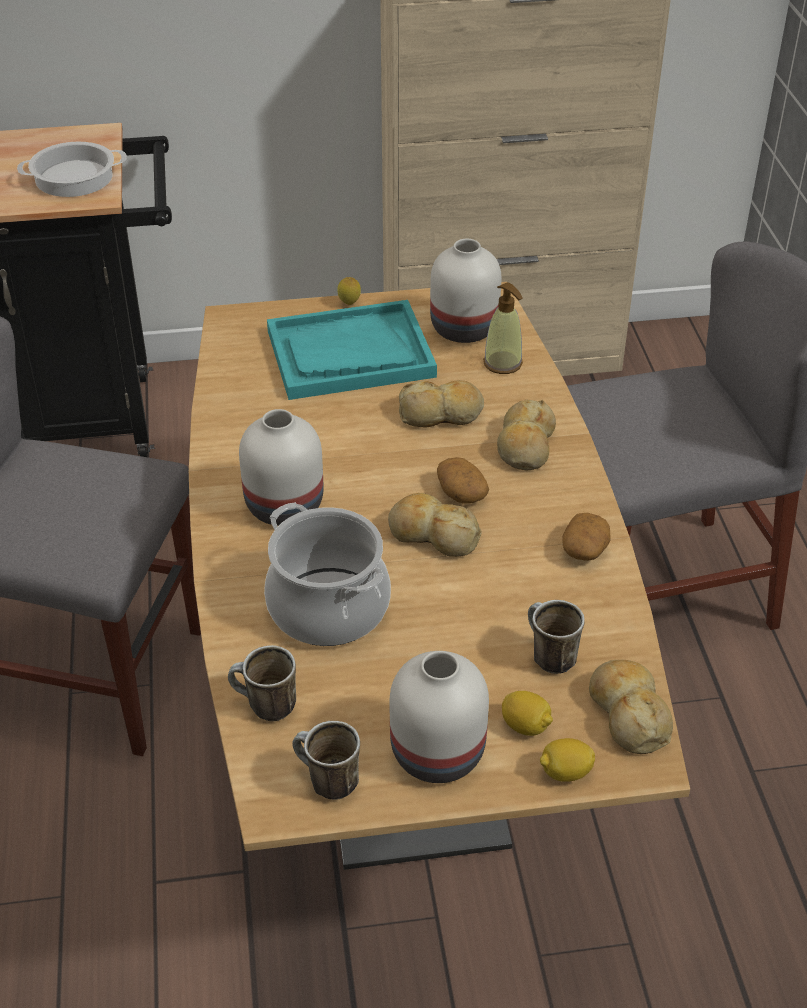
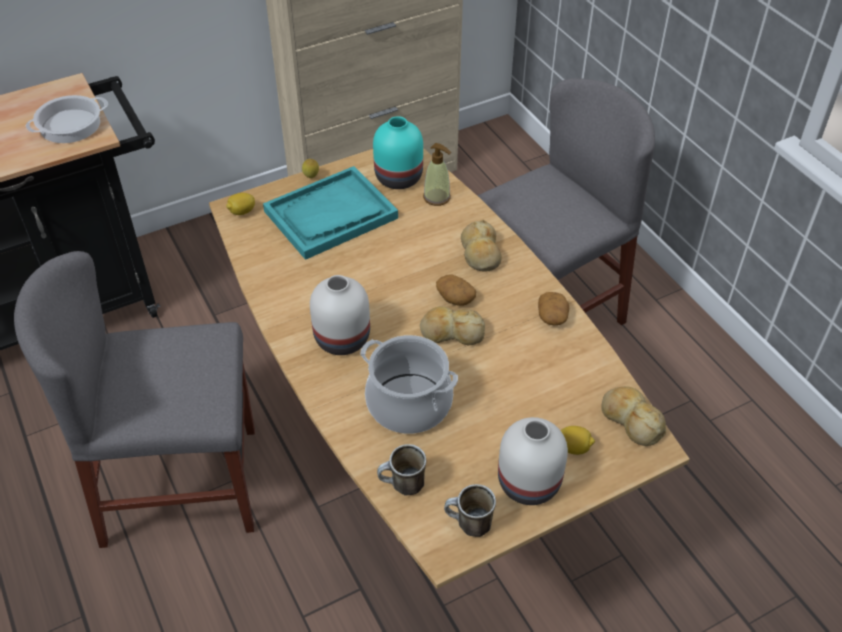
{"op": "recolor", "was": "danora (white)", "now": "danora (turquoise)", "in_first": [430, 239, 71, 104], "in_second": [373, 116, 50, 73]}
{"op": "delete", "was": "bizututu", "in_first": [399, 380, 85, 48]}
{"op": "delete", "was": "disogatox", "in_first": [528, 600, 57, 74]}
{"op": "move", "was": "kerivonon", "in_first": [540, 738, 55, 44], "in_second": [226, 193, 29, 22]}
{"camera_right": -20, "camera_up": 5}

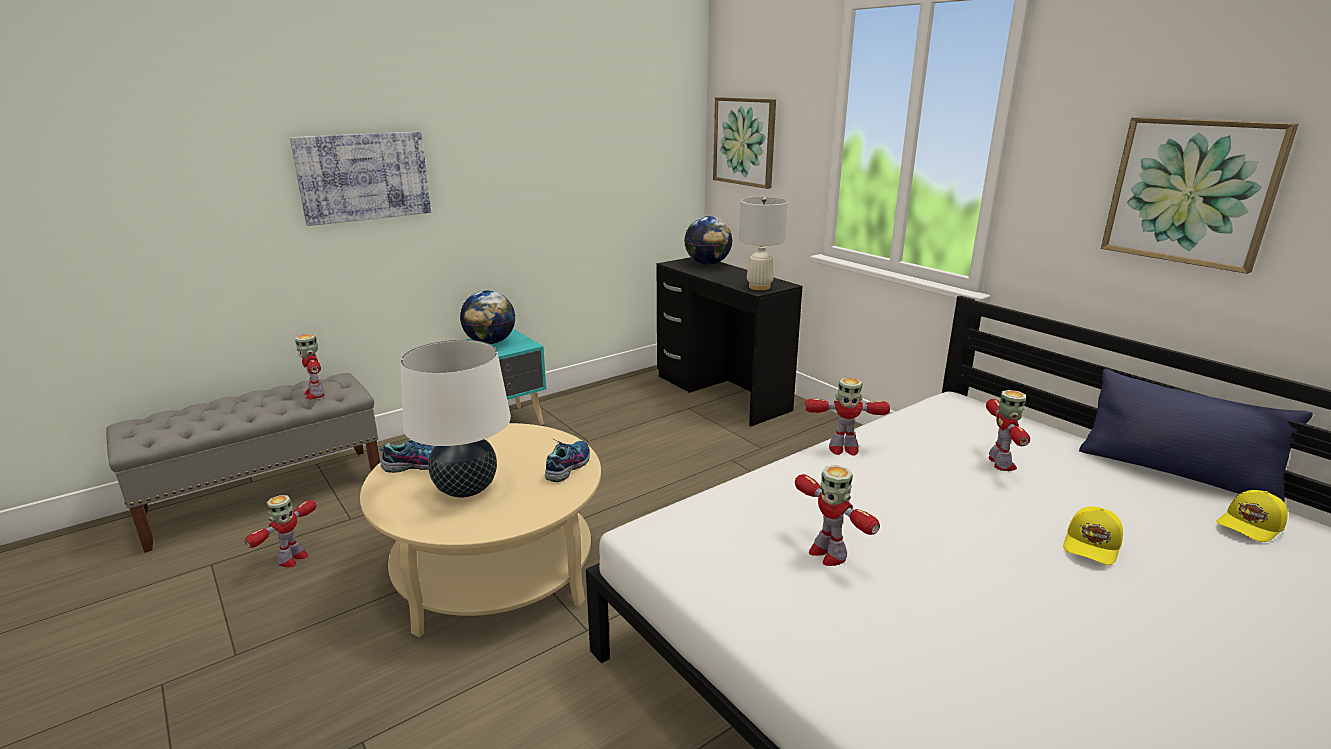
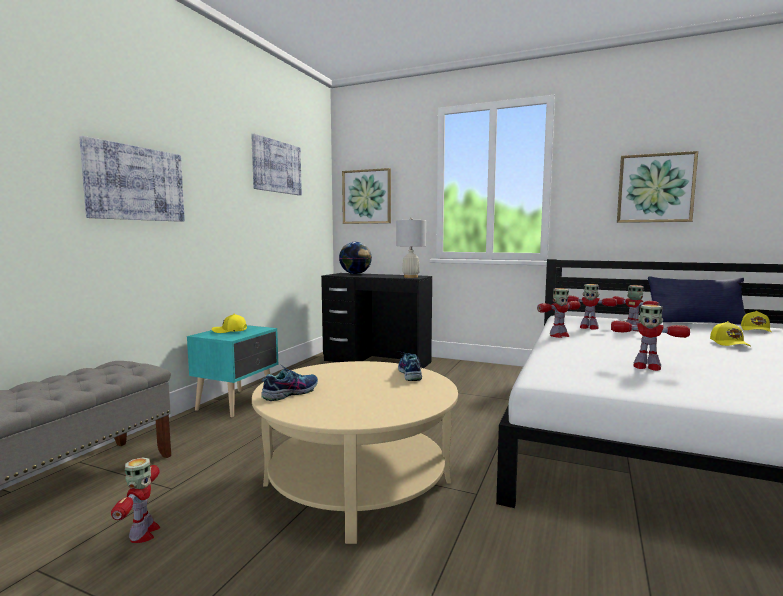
{"op": "replace", "was": "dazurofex", "now": "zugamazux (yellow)", "in_first": [460, 291, 55, 53], "in_second": [212, 314, 35, 19]}
{"op": "move", "was": "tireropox", "in_first": [295, 334, 29, 65], "in_second": [567, 284, 50, 46]}
{"op": "delete", "was": "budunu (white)", "in_first": [401, 340, 110, 157]}
{"op": "insert", "now": "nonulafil", "in_second": [251, 134, 51, 61]}
{"camera_right": -30, "camera_up": -15}

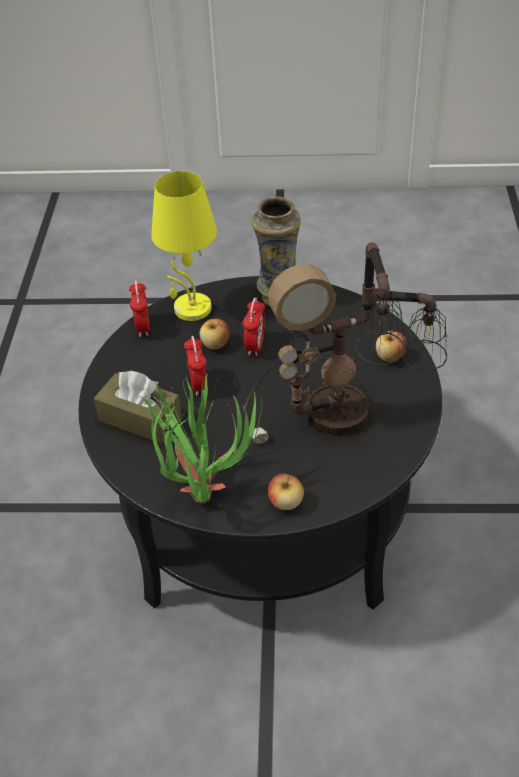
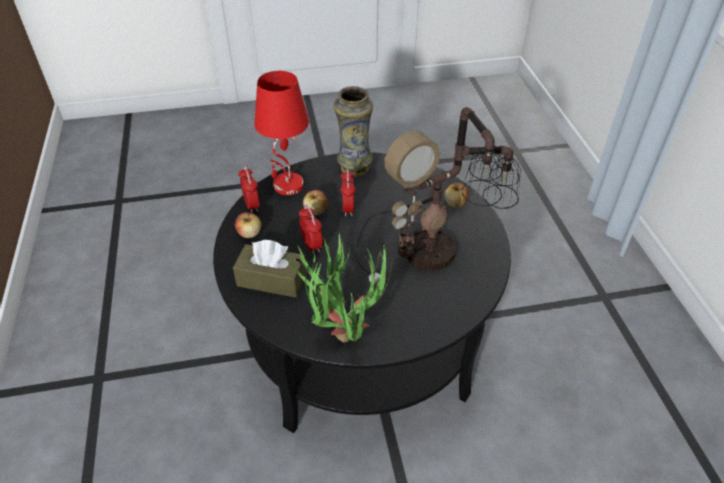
{"op": "recolor", "was": "budunu (yellow)", "now": "budunu (red)", "in_first": [151, 171, 66, 150], "in_second": [254, 71, 55, 124]}
{"op": "move", "was": "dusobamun", "in_first": [268, 473, 36, 37], "in_second": [235, 212, 26, 26]}
{"camera_right": -15, "camera_up": 0}

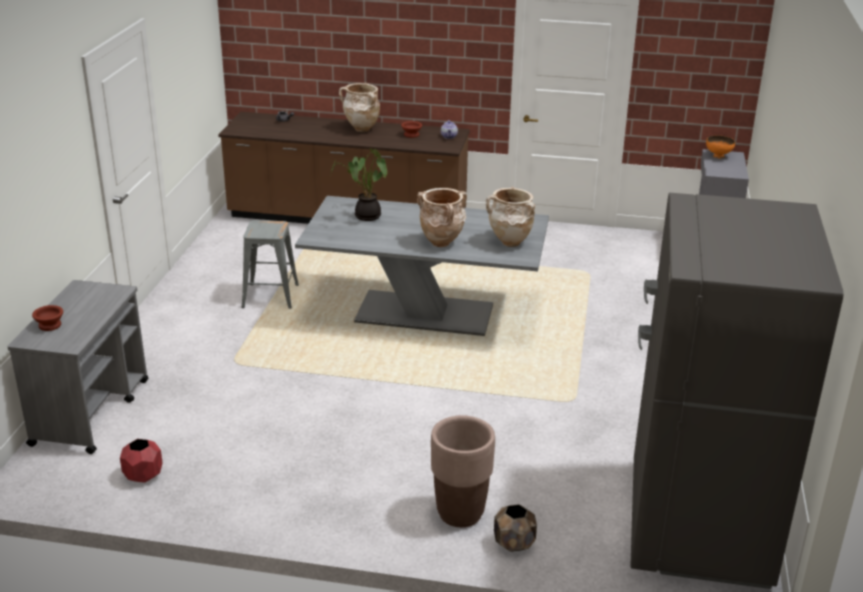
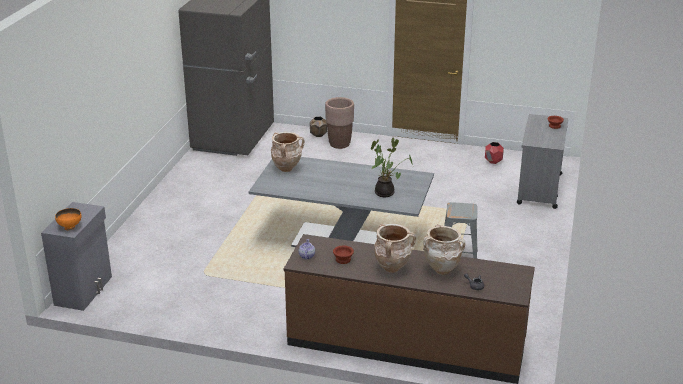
{"op": "move", "was": "danora (beige)", "in_first": [417, 188, 50, 59], "in_second": [423, 224, 42, 51]}
{"camera_right": -175, "camera_up": 0}

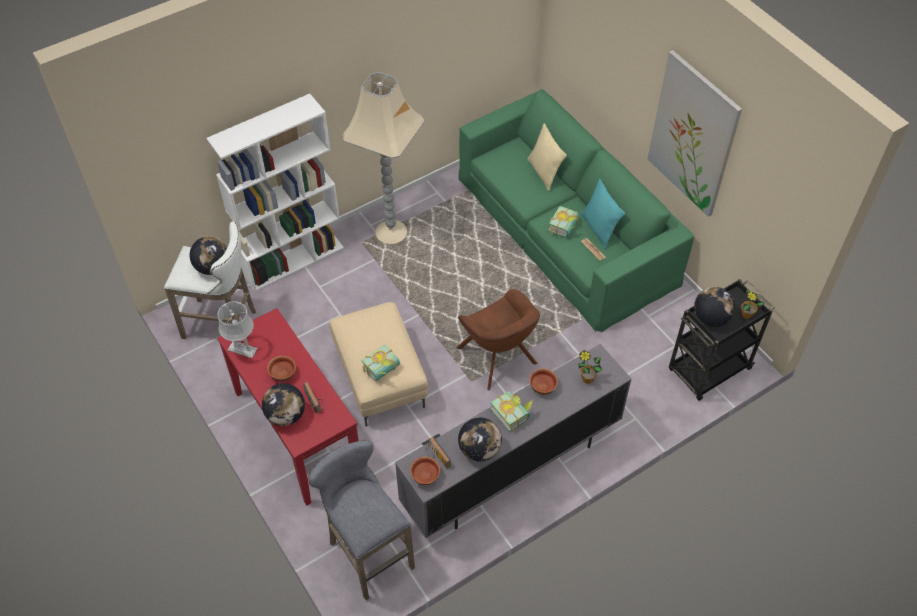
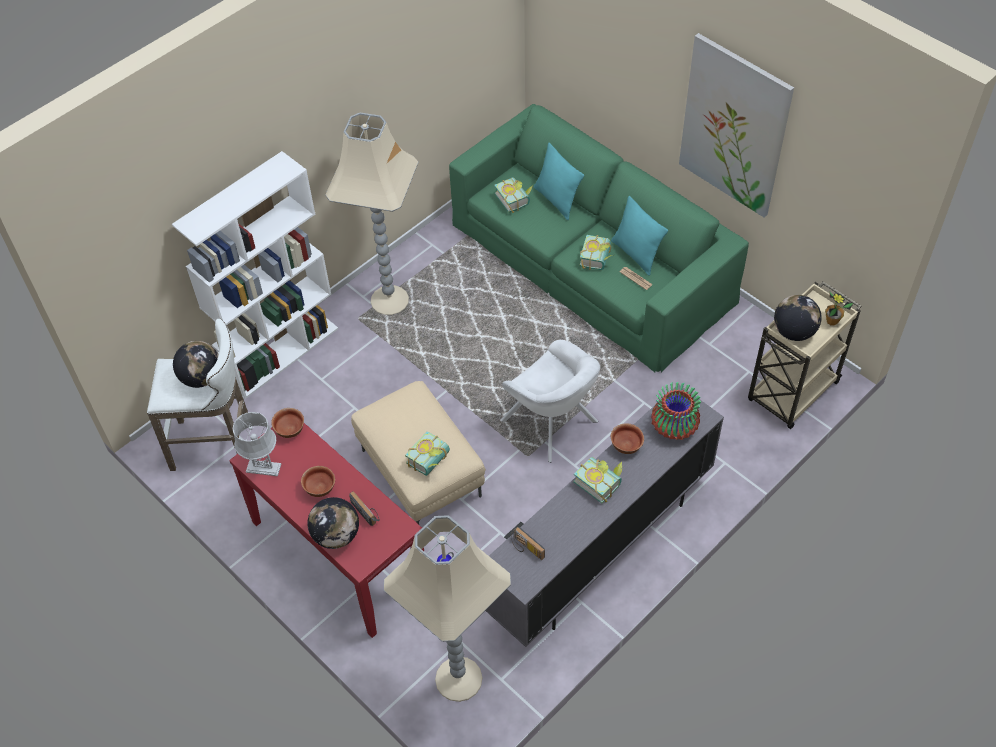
{"op": "recolor", "was": "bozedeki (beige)", "now": "bozedeki (turquoise)", "in_first": [527, 124, 40, 67], "in_second": [534, 143, 50, 77]}
{"op": "recolor", "was": "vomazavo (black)", "now": "vomazavo (beige)", "in_first": [669, 279, 106, 122], "in_second": [748, 281, 114, 148]}
{"op": "recolor", "was": "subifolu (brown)", "now": "subifolu (white)", "in_first": [456, 289, 84, 101], "in_second": [500, 340, 100, 123]}
{"op": "replace", "was": "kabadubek", "now": "danora", "in_first": [579, 350, 23, 34], "in_second": [651, 382, 50, 58]}
{"op": "delete", "was": "dazurofex", "in_first": [458, 418, 44, 44]}
{"op": "replace", "was": "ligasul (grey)", "now": "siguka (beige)", "in_first": [308, 440, 107, 160], "in_second": [384, 515, 127, 187]}
{"op": "move", "was": "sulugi", "in_first": [410, 456, 30, 29], "in_second": [271, 408, 33, 30]}
{"op": "insert", "now": "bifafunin", "in_second": [494, 177, 39, 36]}
{"camera_right": -10, "camera_up": 0}

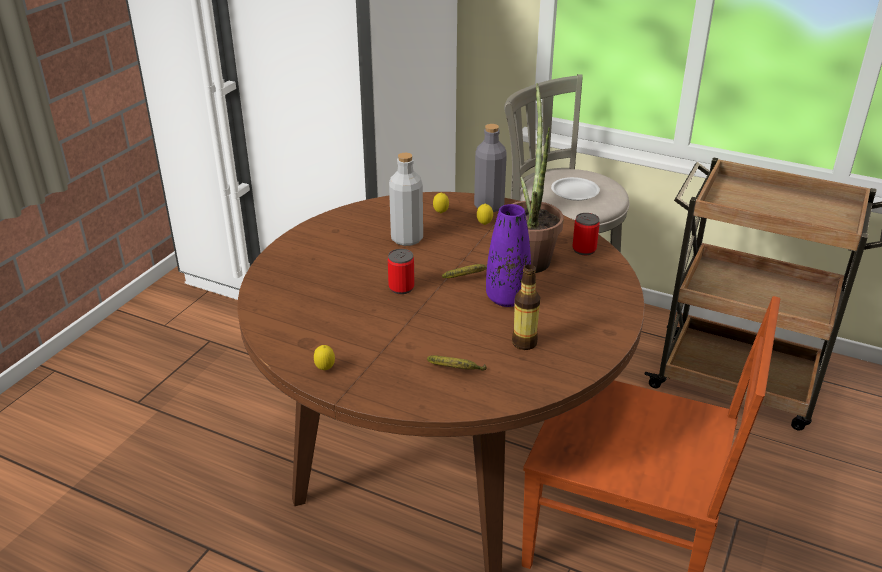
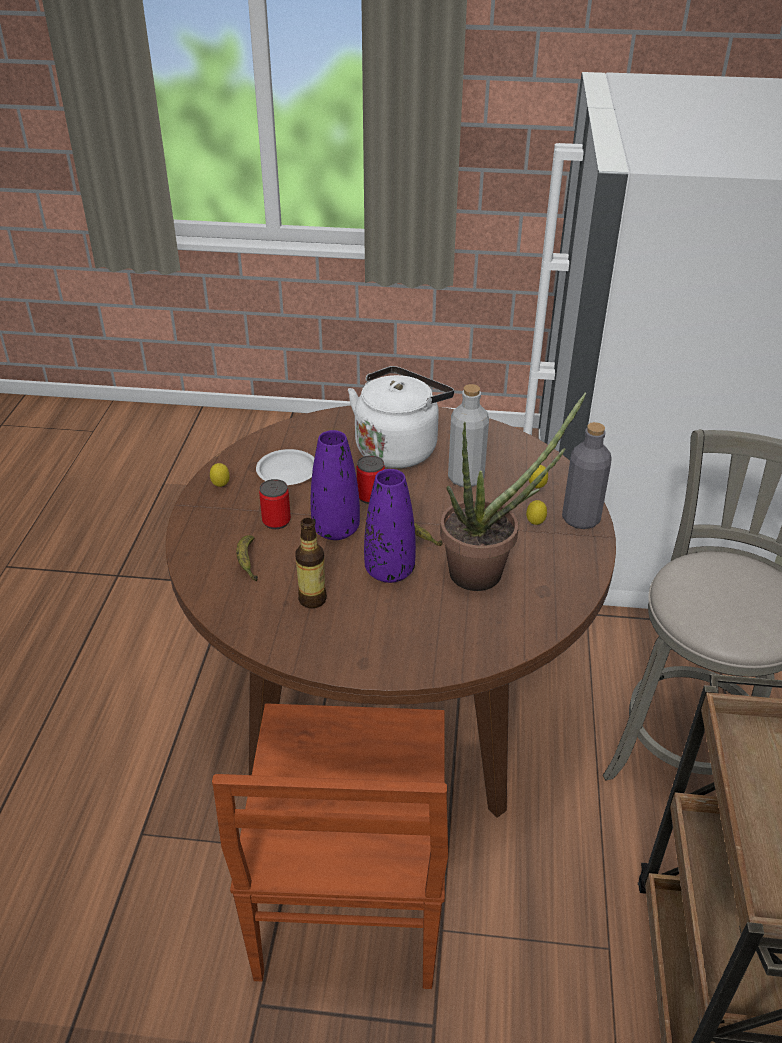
{"op": "move", "was": "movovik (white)", "in_first": [551, 177, 49, 24], "in_second": [256, 449, 58, 36]}
{"op": "move", "was": "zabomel", "in_first": [572, 213, 28, 42], "in_second": [259, 479, 32, 50]}
{"op": "insert", "now": "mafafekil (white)", "in_second": [348, 366, 106, 102]}
{"op": "insert", "now": "danora (purple)", "in_second": [311, 430, 49, 110]}
{"camera_right": 70, "camera_up": 5}

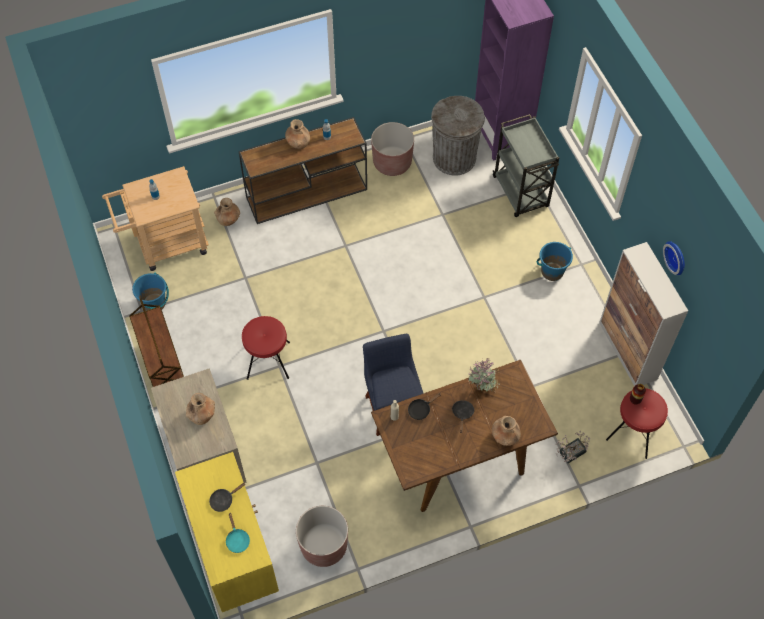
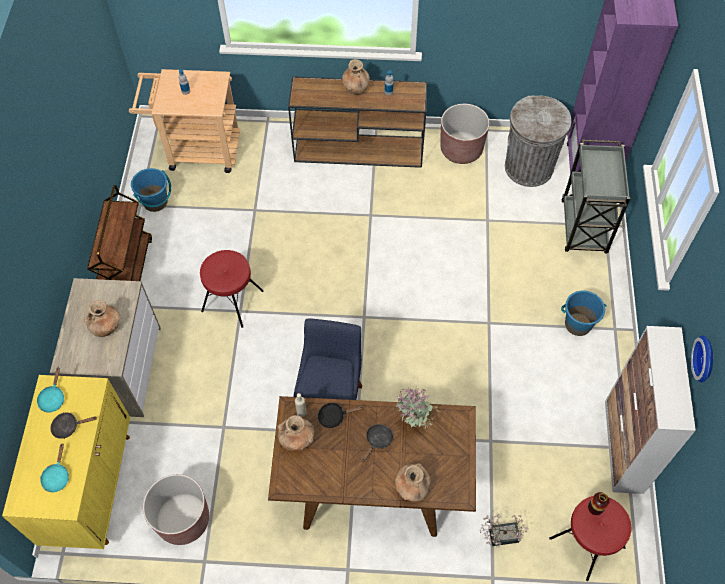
{"op": "move", "was": "danora (brown)", "in_first": [214, 198, 26, 28], "in_second": [278, 415, 36, 36]}
{"op": "insert", "now": "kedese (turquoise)", "in_second": [37, 367, 27, 46]}
{"camera_right": 25, "camera_up": 0}

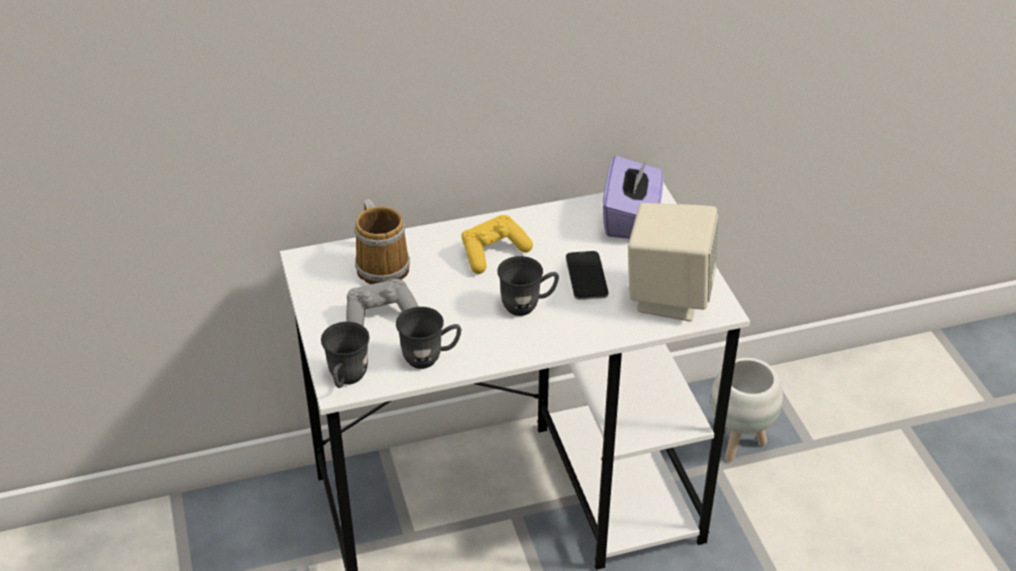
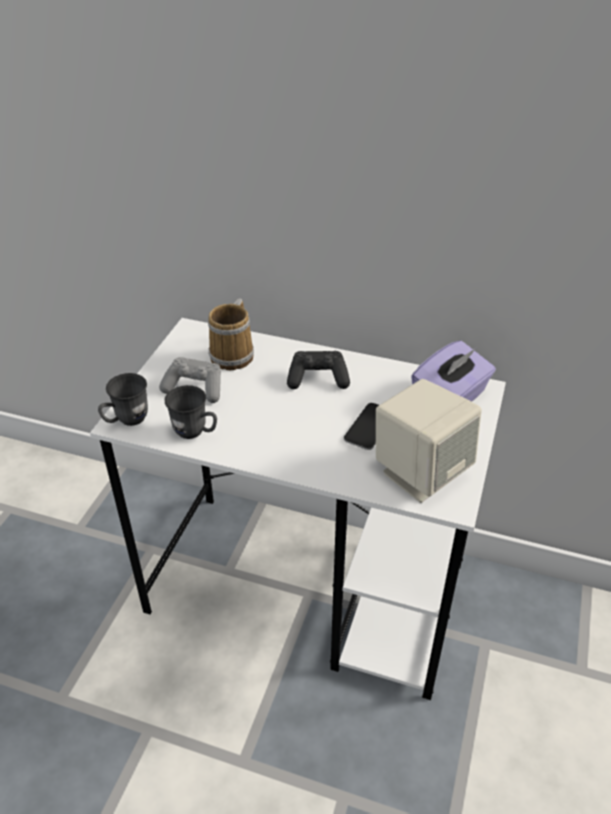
{"op": "recolor", "was": "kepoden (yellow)", "now": "kepoden (black)", "in_first": [461, 215, 72, 59], "in_second": [287, 351, 63, 38]}
{"op": "delete", "was": "disogatox (grey)", "in_first": [497, 256, 62, 60]}
{"op": "delete", "was": "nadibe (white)", "in_first": [711, 358, 72, 103]}
{"camera_right": 35, "camera_up": 0}

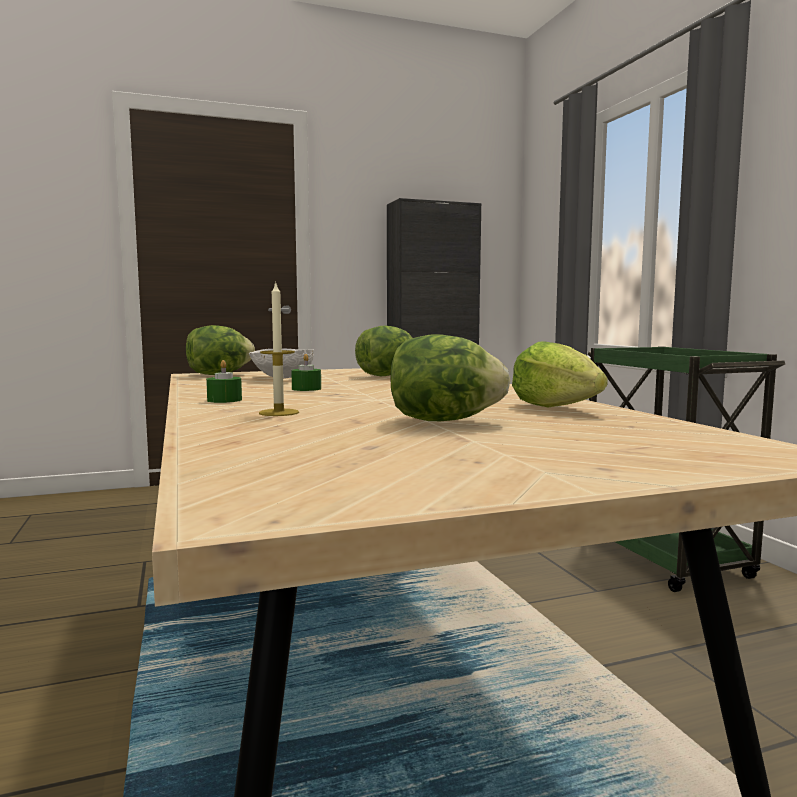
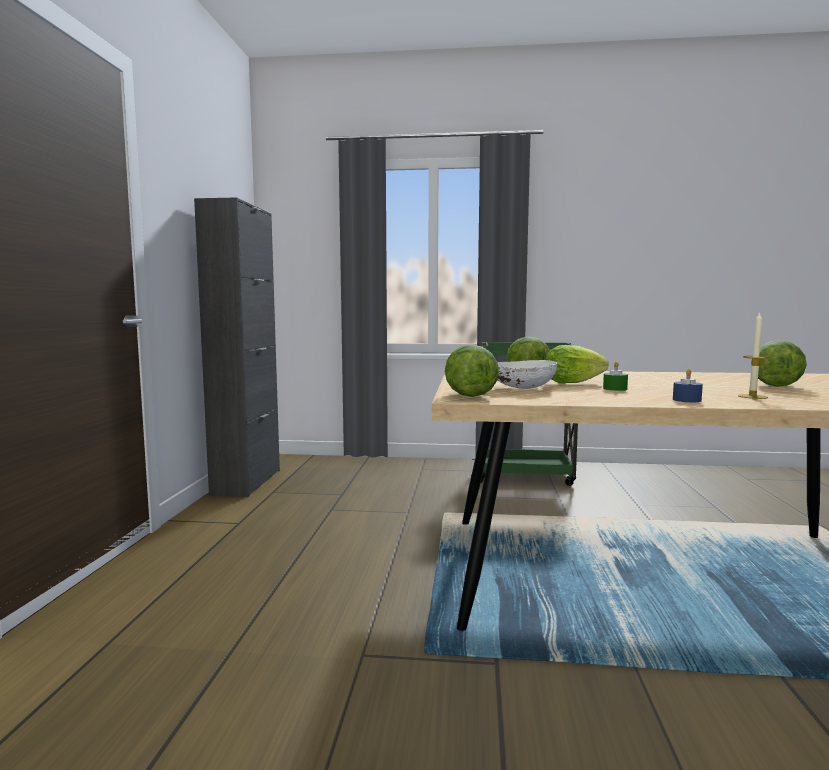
{"op": "move", "was": "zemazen", "in_first": [512, 341, 96, 66], "in_second": [546, 345, 63, 38]}
{"op": "recolor", "was": "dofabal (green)", "now": "dofabal (blue)", "in_first": [206, 360, 36, 43], "in_second": [673, 369, 30, 33]}
{"camera_right": -65, "camera_up": 0}

